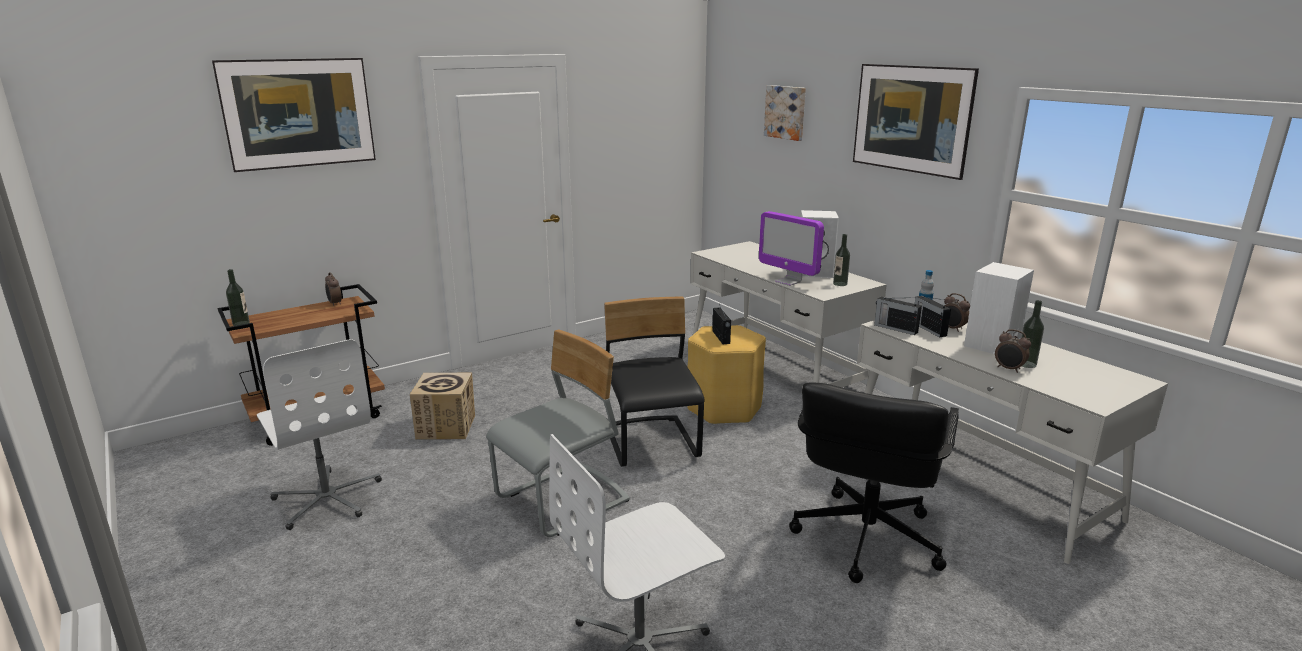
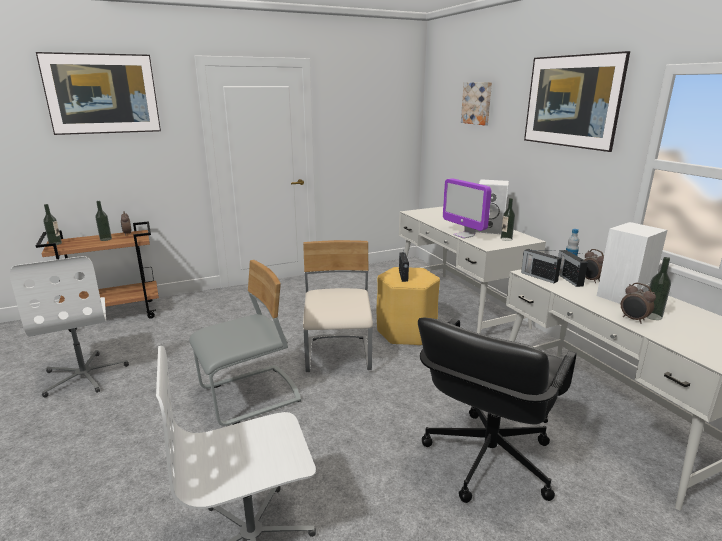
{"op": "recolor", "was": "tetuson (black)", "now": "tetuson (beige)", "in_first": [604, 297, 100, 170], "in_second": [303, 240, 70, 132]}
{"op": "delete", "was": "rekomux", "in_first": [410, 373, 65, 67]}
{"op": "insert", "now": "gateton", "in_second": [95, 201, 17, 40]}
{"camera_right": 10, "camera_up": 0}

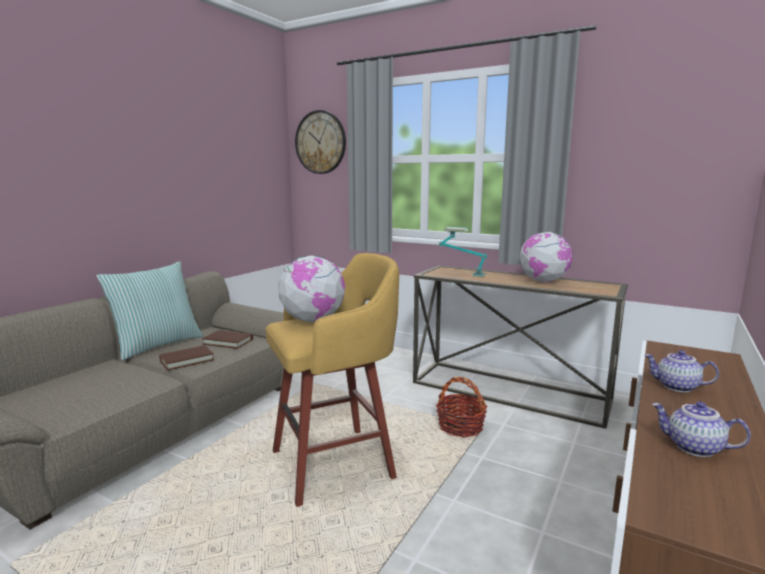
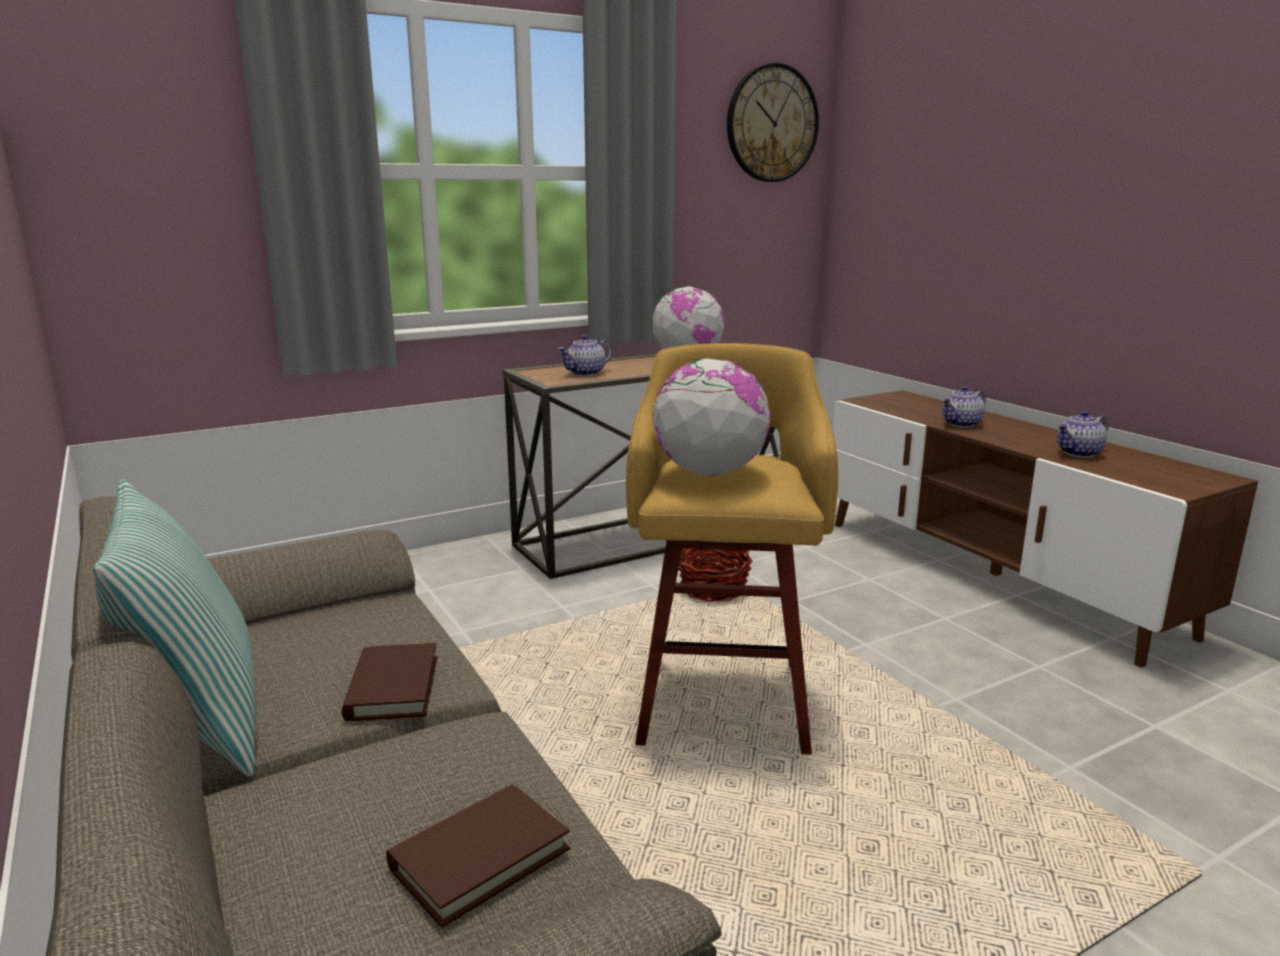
{"op": "move", "was": "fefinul", "in_first": [295, 110, 51, 64], "in_second": [727, 63, 92, 119]}
{"op": "replace", "was": "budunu", "now": "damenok", "in_first": [439, 227, 48, 50], "in_second": [558, 335, 54, 41]}
{"op": "move", "was": "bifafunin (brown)", "in_first": [202, 330, 51, 19], "in_second": [386, 784, 184, 144]}
{"camera_right": -60, "camera_up": 5}

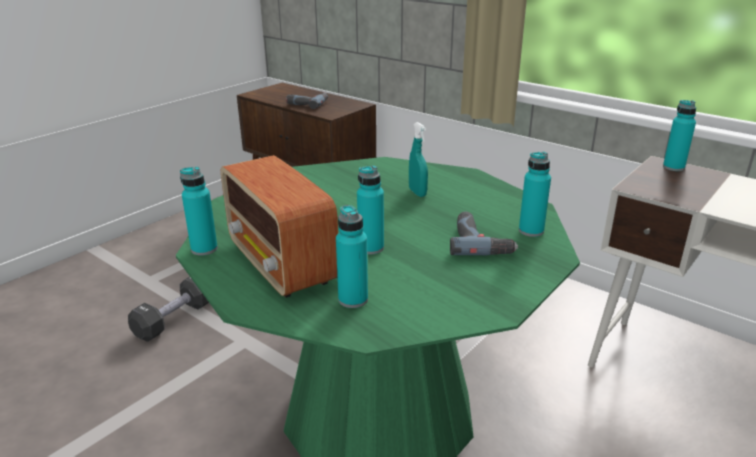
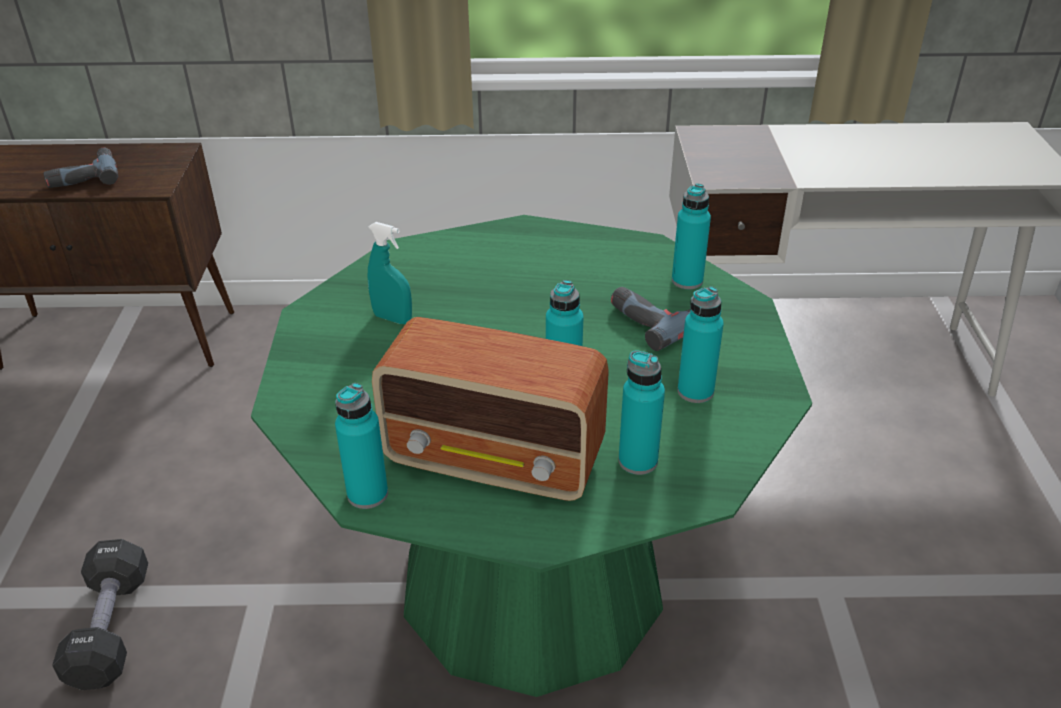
{"op": "move", "was": "gateton (turquoise)", "in_first": [663, 100, 33, 71], "in_second": [677, 286, 47, 117]}
{"op": "move", "was": "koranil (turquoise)", "in_first": [409, 122, 19, 75], "in_second": [368, 222, 44, 102]}
{"camera_right": -40, "camera_up": 10}

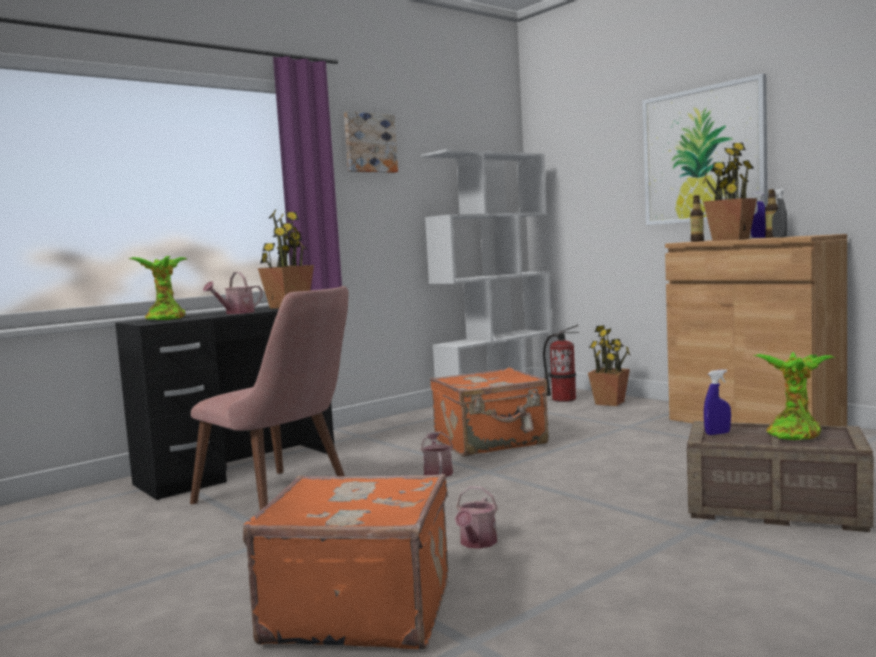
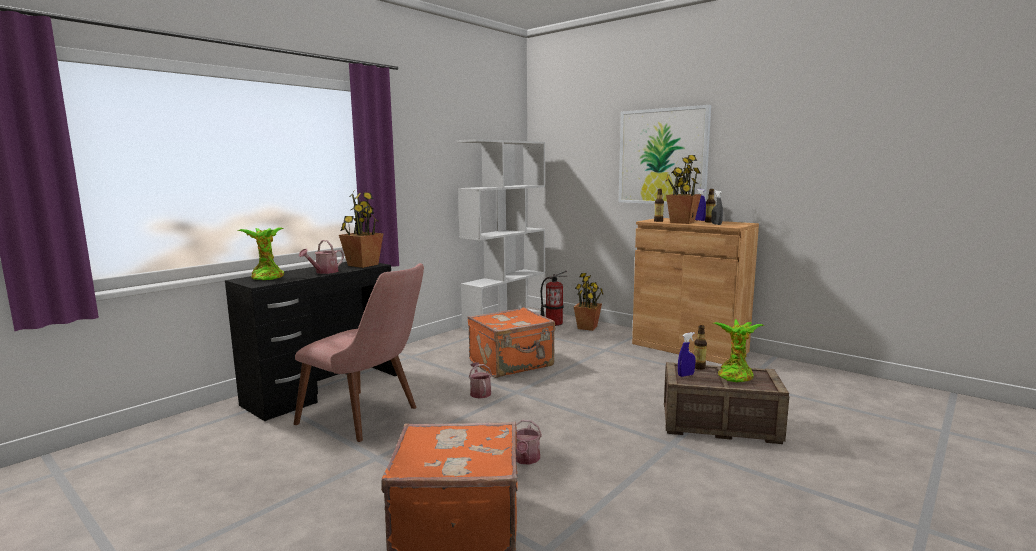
{"op": "delete", "was": "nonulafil", "in_first": [344, 111, 54, 62]}
{"op": "insert", "now": "gateton", "in_second": [694, 325, 13, 45]}
{"camera_right": -10, "camera_up": 5}

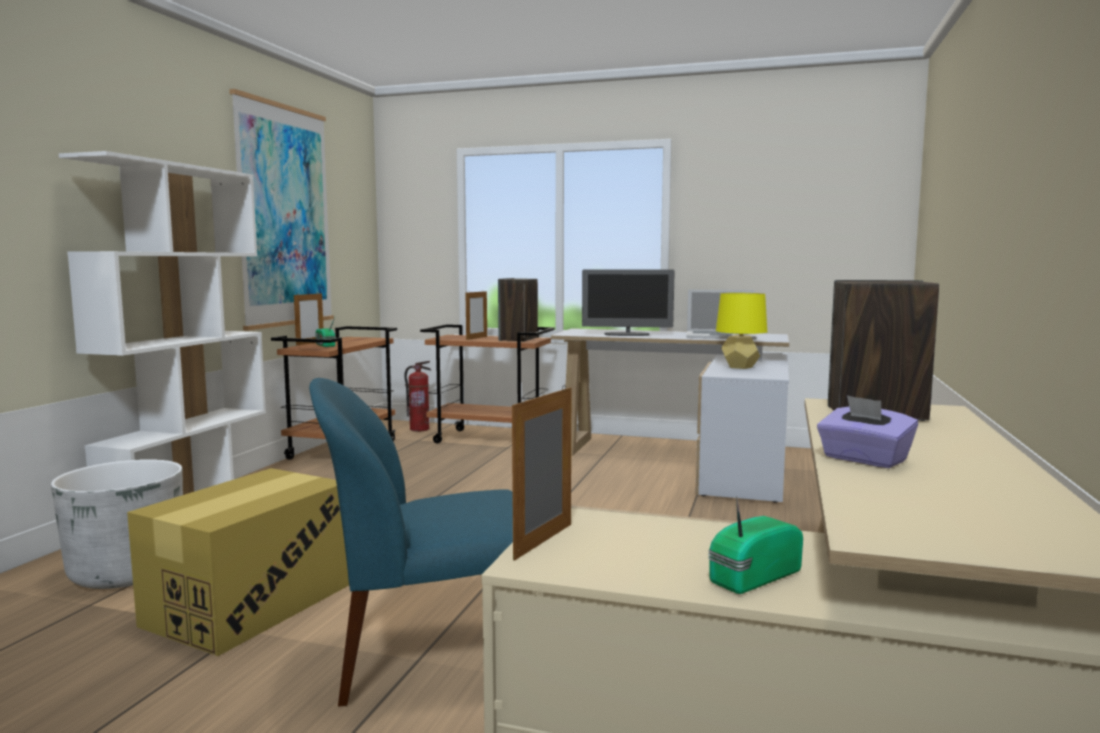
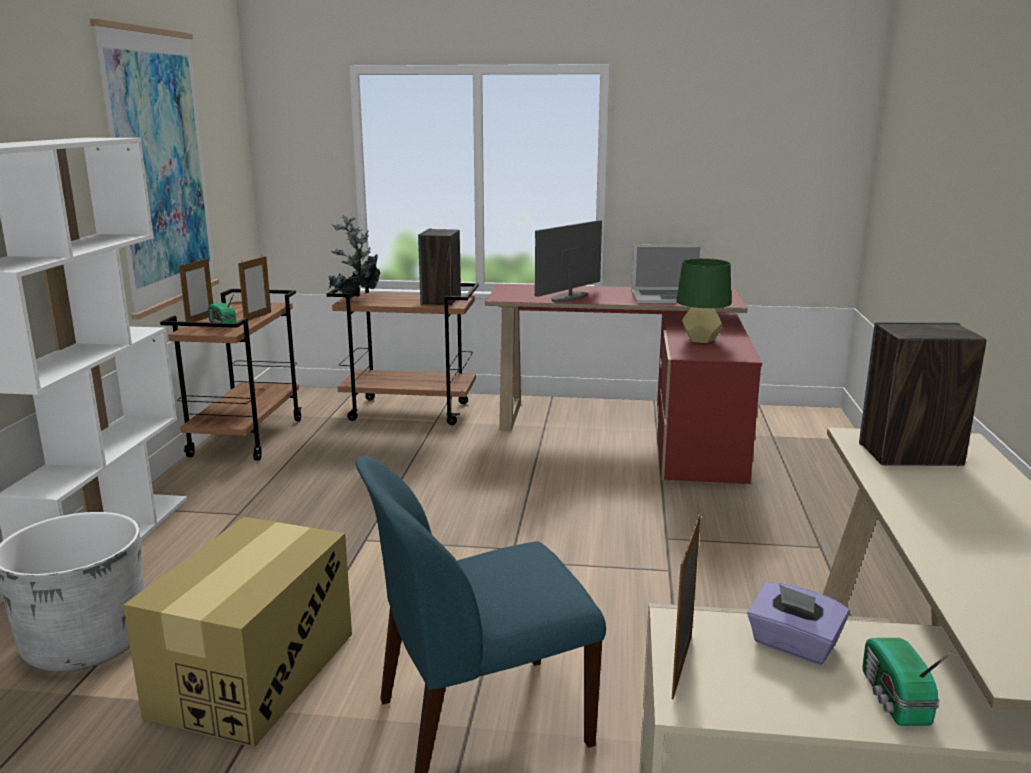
{"op": "rotate", "was": "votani", "in_first": [582, 269, 93, 67], "in_second": [535, 220, 67, 82], "clockwise": 135}
{"op": "move", "was": "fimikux", "in_first": [466, 291, 21, 49], "in_second": [238, 256, 33, 65]}
{"op": "recolor", "was": "budunu (yellow)", "now": "budunu (green)", "in_first": [716, 293, 51, 76], "in_second": [676, 258, 55, 85]}
{"op": "recolor", "was": "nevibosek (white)", "now": "nevibosek (red)", "in_first": [551, 328, 238, 175], "in_second": [485, 284, 277, 200]}
{"op": "delete", "was": "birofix", "in_first": [404, 361, 28, 71]}
{"op": "move", "was": "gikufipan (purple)", "in_first": [817, 395, 101, 73], "in_second": [747, 582, 102, 83]}
{"op": "rotate", "was": "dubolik", "in_first": [708, 496, 95, 98], "in_second": [862, 638, 91, 88], "clockwise": -45}
{"op": "insert", "now": "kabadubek", "in_second": [328, 215, 52, 83]}
{"camera_right": -10, "camera_up": 10}

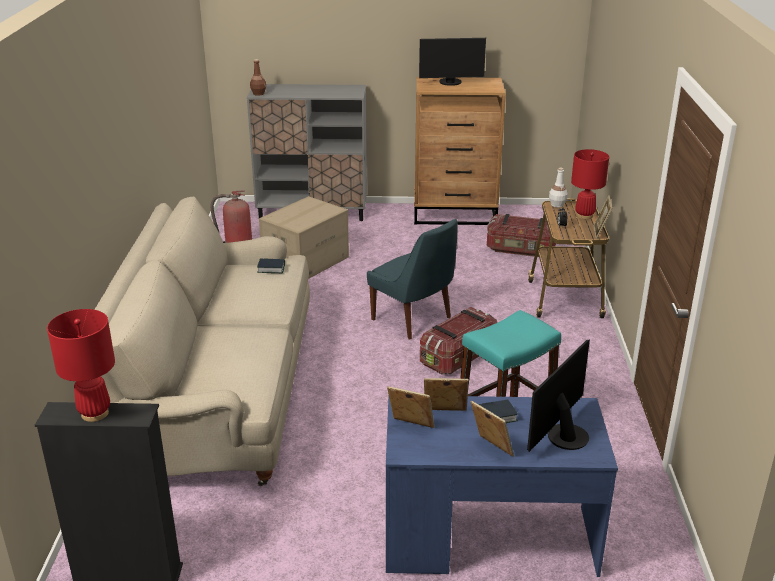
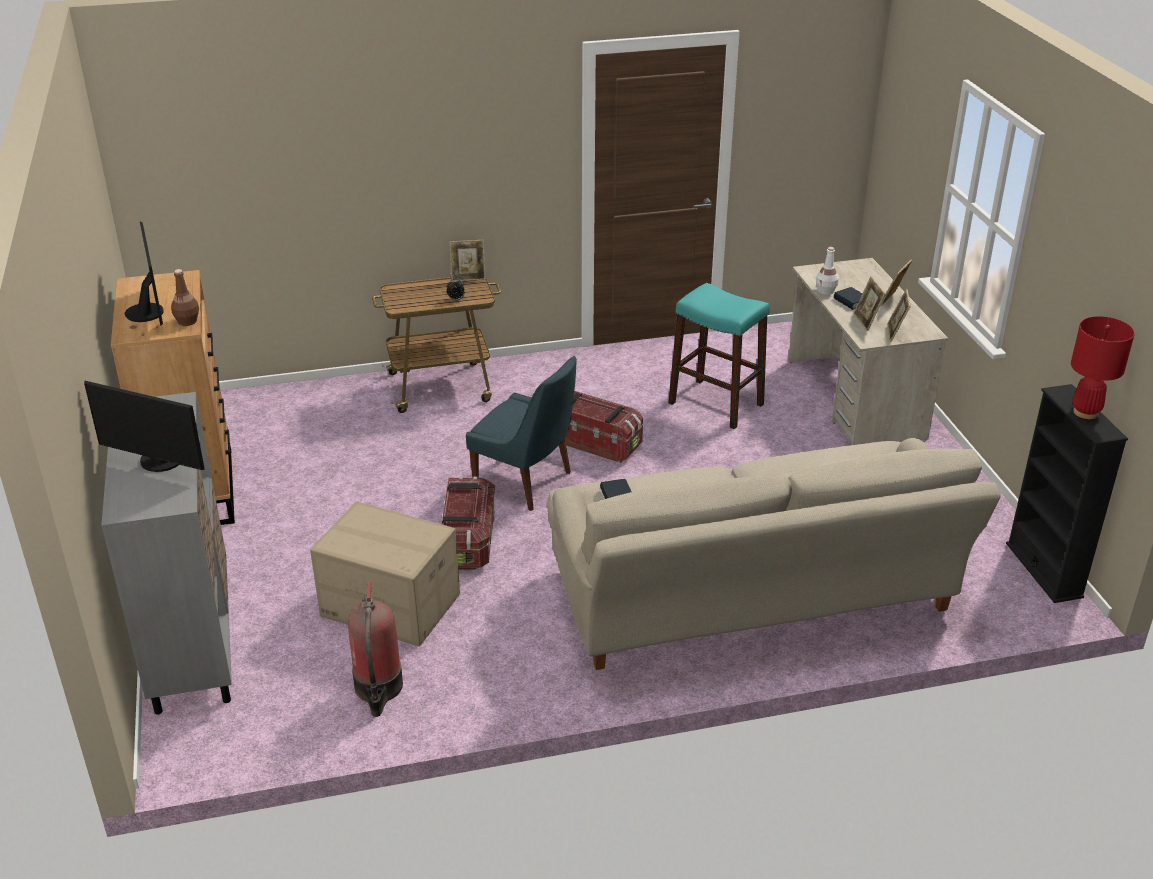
{"op": "move", "was": "gateton (brown)", "in_first": [250, 59, 16, 37], "in_second": [171, 269, 28, 57]}
{"op": "delete", "was": "budunu (red)", "in_first": [571, 149, 38, 70]}
{"op": "move", "was": "gateton (white)", "in_first": [549, 168, 19, 39], "in_second": [816, 247, 23, 48]}
{"op": "move", "was": "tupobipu", "in_first": [487, 214, 69, 43], "in_second": [442, 476, 53, 94]}
{"op": "rotate", "was": "tetuson (blue)", "in_first": [367, 219, 91, 121], "in_second": [466, 356, 111, 155], "clockwise": 90}
{"op": "move", "was": "votani", "in_first": [527, 339, 63, 113], "in_second": [84, 380, 121, 92]}
{"op": "recolor", "was": "nevibosek (blue)", "now": "nevibosek (beige)", "in_first": [386, 396, 232, 181], "in_second": [788, 258, 160, 187]}
{"camera_right": -105, "camera_up": 5}

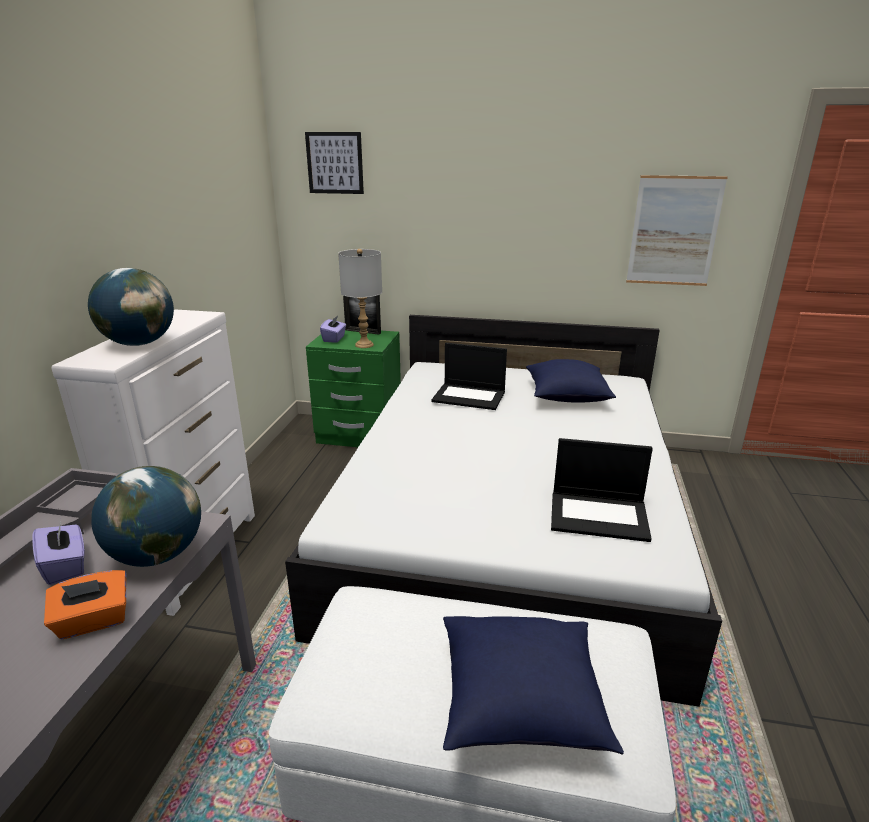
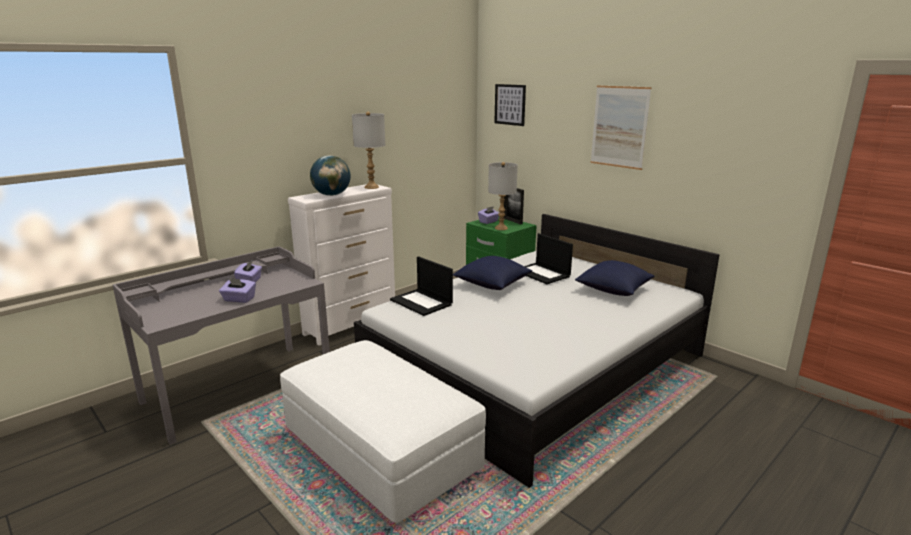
{"op": "move", "was": "nonulafil", "in_first": [626, 175, 102, 111], "in_second": [591, 85, 60, 85]}
{"op": "move", "was": "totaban", "in_first": [551, 438, 102, 104], "in_second": [390, 256, 63, 60]}
{"op": "delete", "was": "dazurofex", "in_first": [91, 466, 110, 101]}
{"op": "recolor", "was": "gikufipan (orange)", "now": "gikufipan (purple)", "in_first": [44, 570, 82, 69], "in_second": [219, 278, 37, 25]}
{"op": "move", "was": "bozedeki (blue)", "in_first": [443, 616, 181, 138], "in_second": [453, 256, 79, 34]}
{"op": "insert", "now": "budunu (grey)", "in_second": [352, 112, 33, 77]}
{"camera_right": 35, "camera_up": -5}

